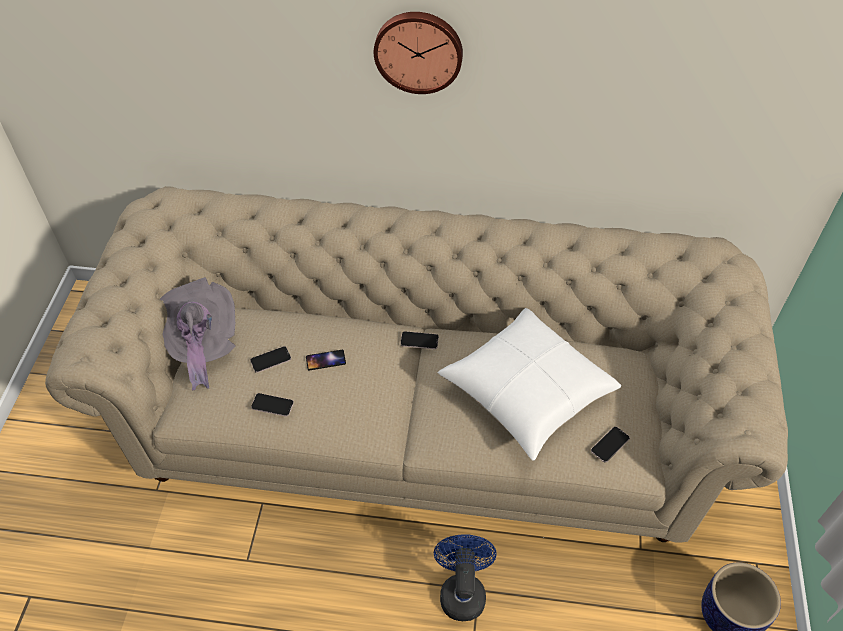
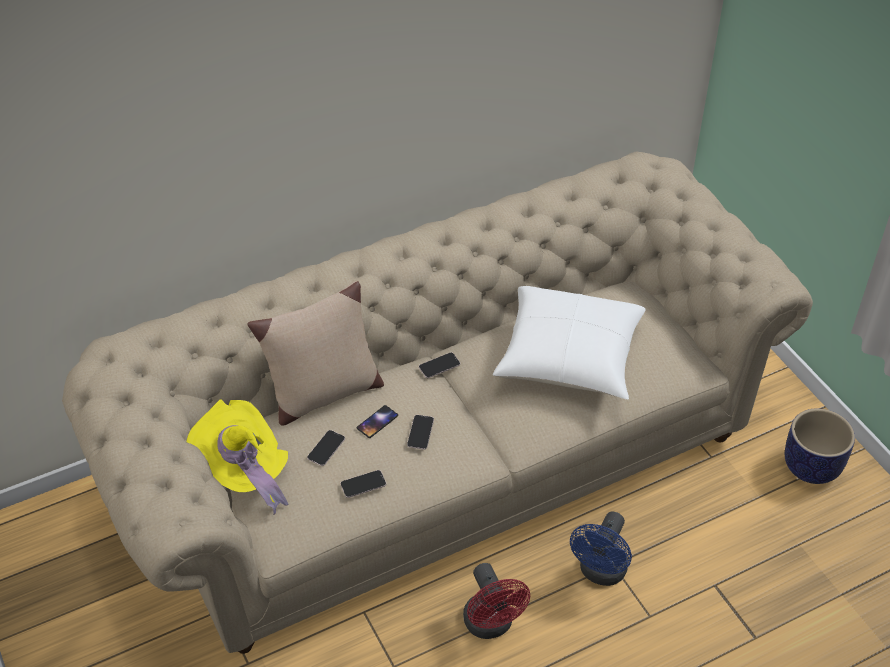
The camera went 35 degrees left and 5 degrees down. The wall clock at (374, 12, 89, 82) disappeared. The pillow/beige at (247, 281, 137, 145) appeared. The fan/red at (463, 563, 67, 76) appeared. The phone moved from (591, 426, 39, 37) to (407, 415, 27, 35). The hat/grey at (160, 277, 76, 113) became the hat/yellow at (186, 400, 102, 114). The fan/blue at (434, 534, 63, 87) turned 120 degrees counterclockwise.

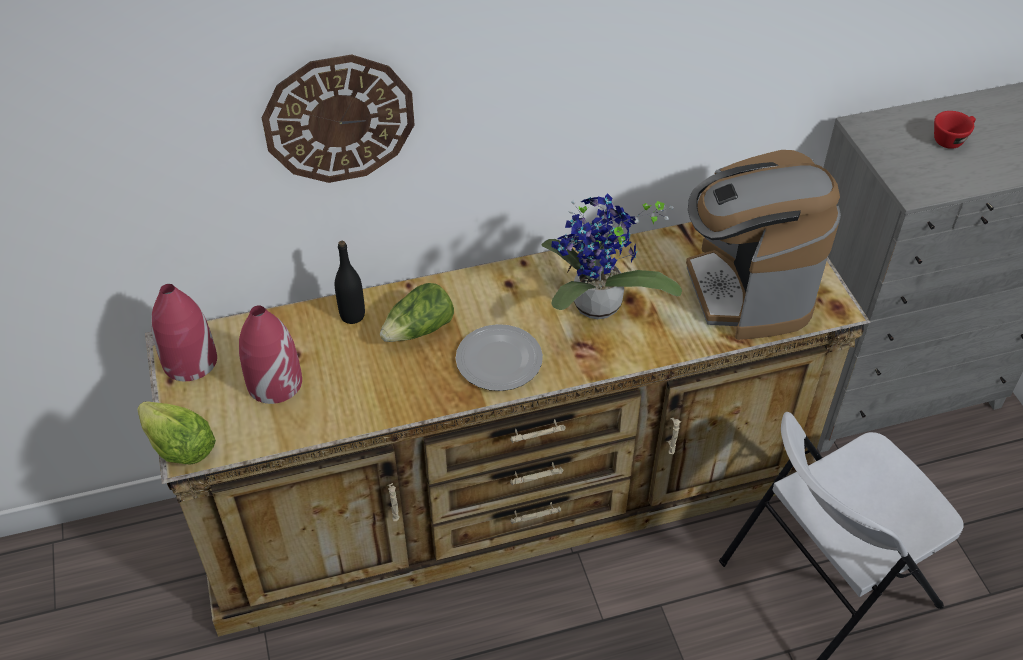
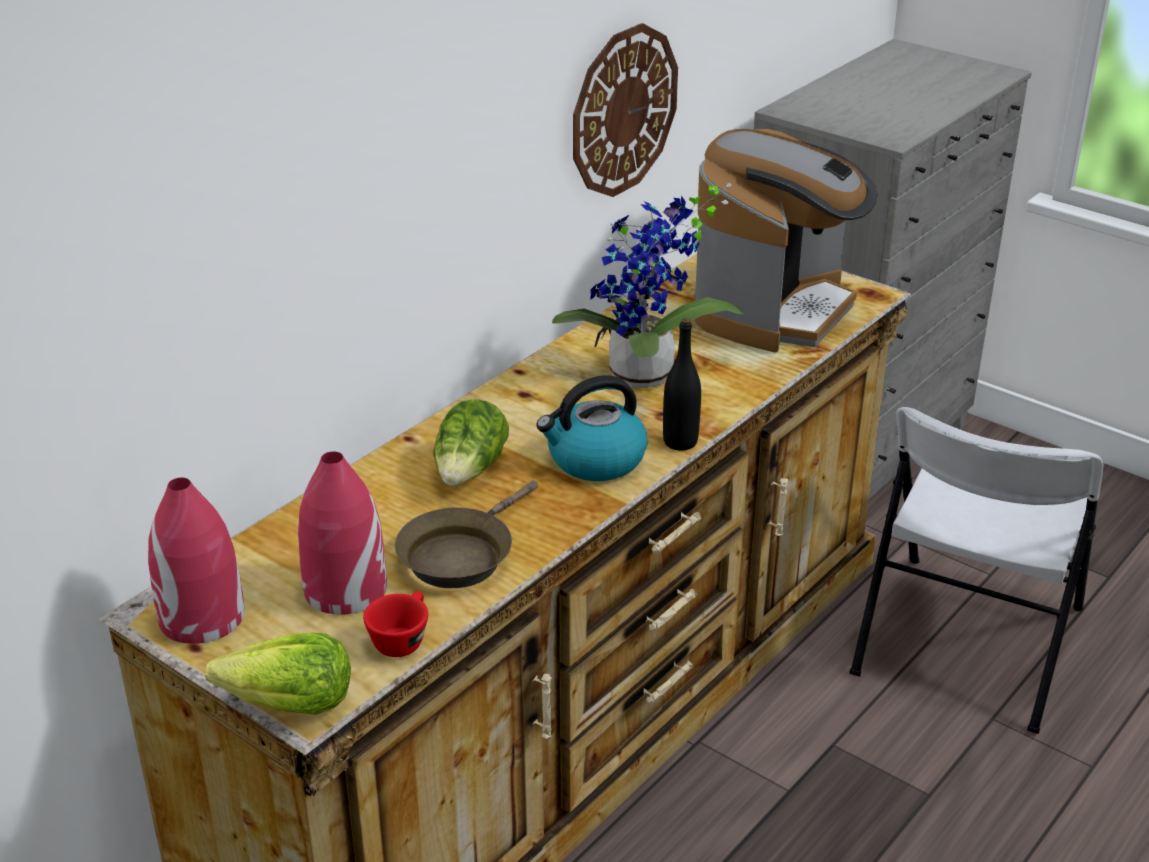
The camera went 35 degrees left and 15 degrees down. The frying pan/brown at (395, 480, 143, 108) appeared. The wall clock moved from (262, 55, 153, 128) to (573, 23, 105, 174). The bottle/black moved from (335, 241, 30, 83) to (663, 318, 38, 133). The cup/red moved from (934, 111, 42, 38) to (363, 591, 65, 66). The plate at (455, 324, 88, 67) was replaced by the kettle at (536, 375, 112, 106). The coffee machine at (686, 150, 155, 190) turned 105 degrees counterclockwise.

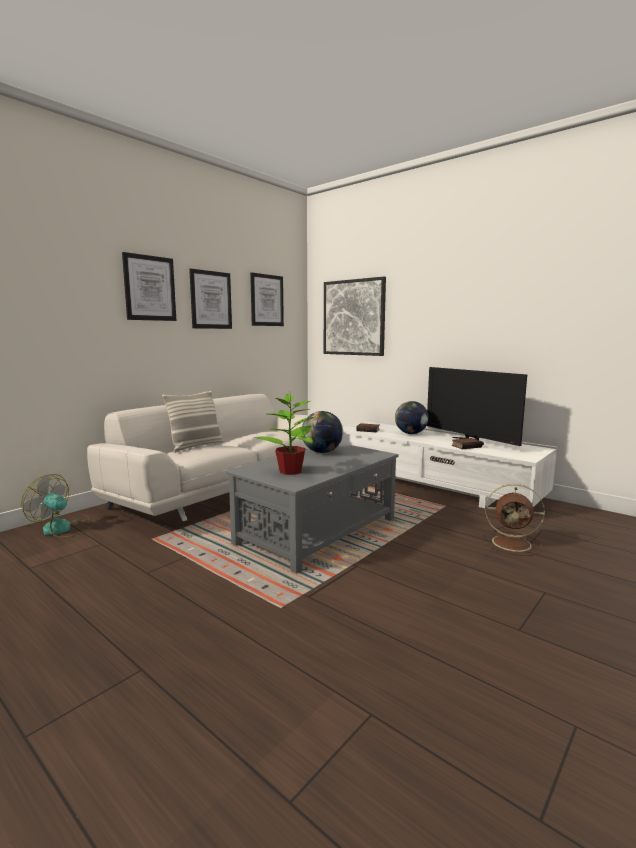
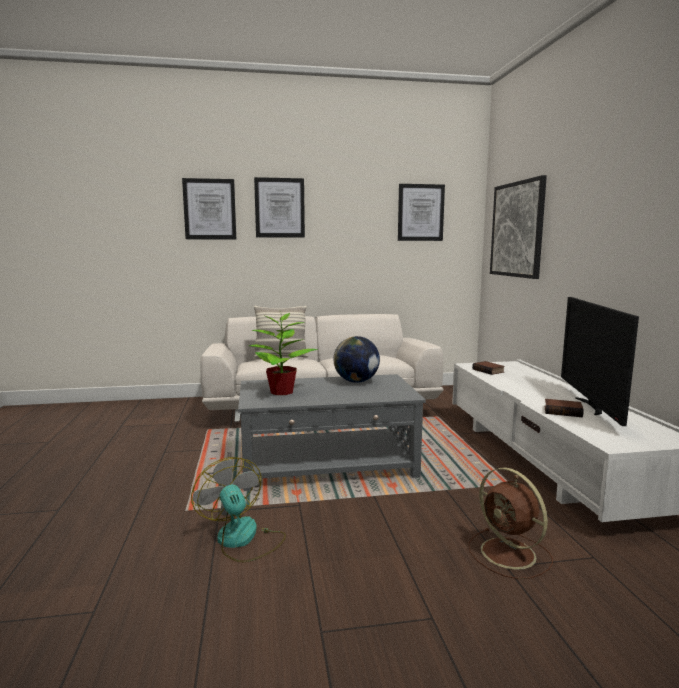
The camera went 40 degrees right and 0 degrees up. The globe at (395, 401, 34, 33) disappeared. The fan moved from (21, 474, 73, 64) to (191, 457, 95, 106). The picture moved from (189, 269, 43, 60) to (182, 178, 54, 61).

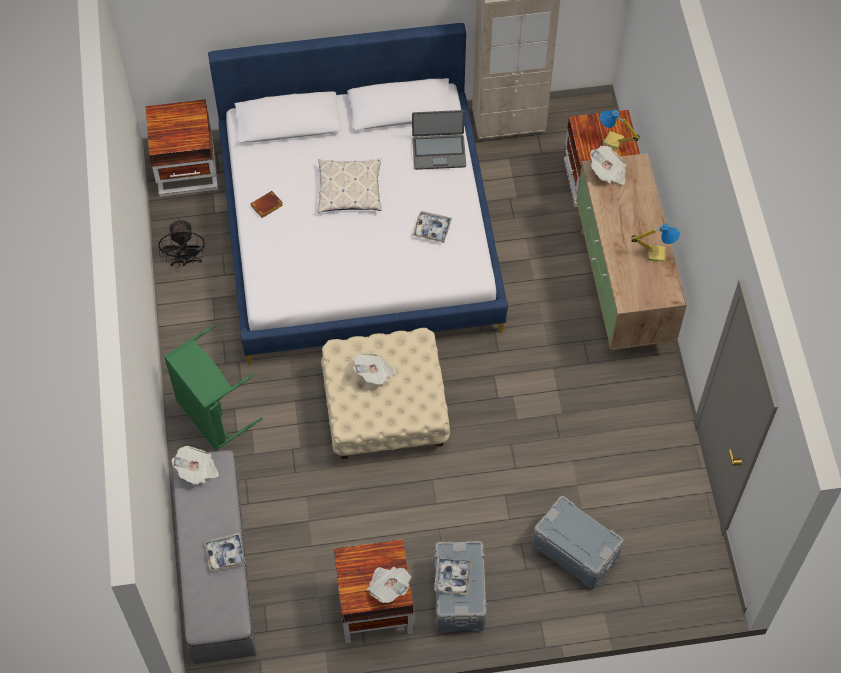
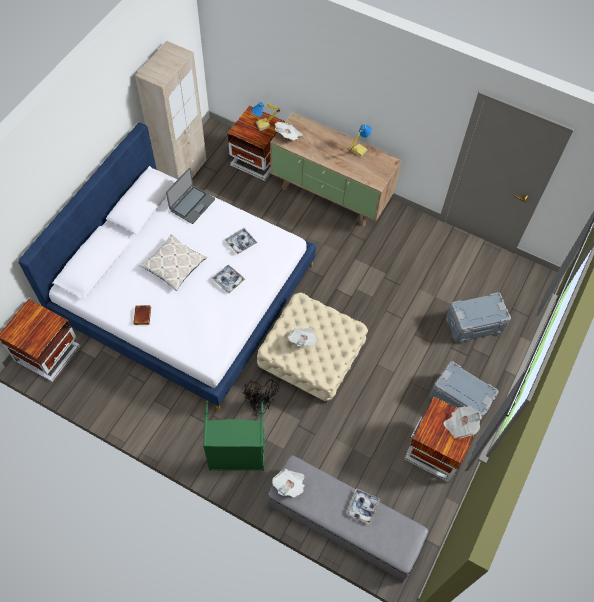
The camera went 55 degrees left and 0 degrees up. The fan/black moved from (159, 219, 46, 47) to (242, 379, 38, 37). The tray moved from (434, 557, 37, 38) to (212, 265, 33, 28).

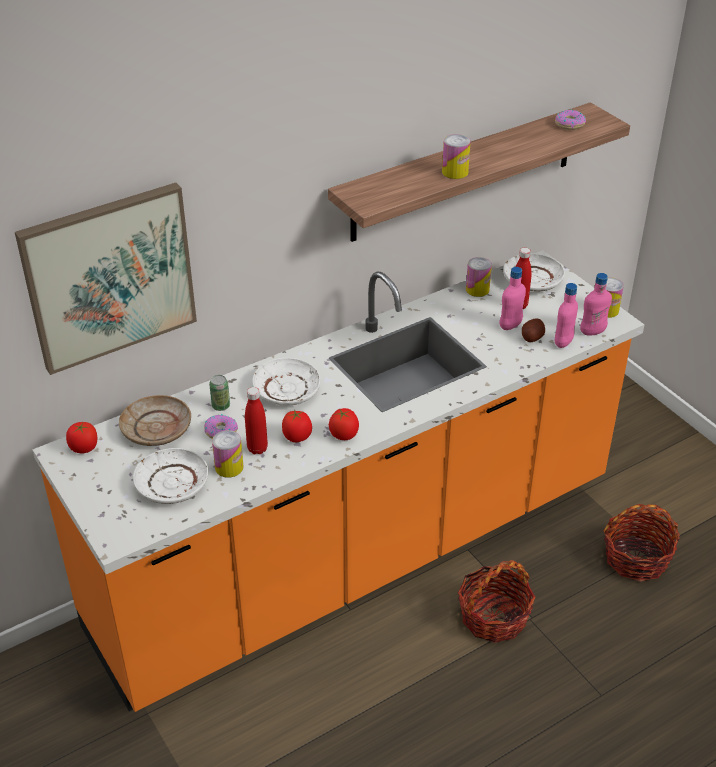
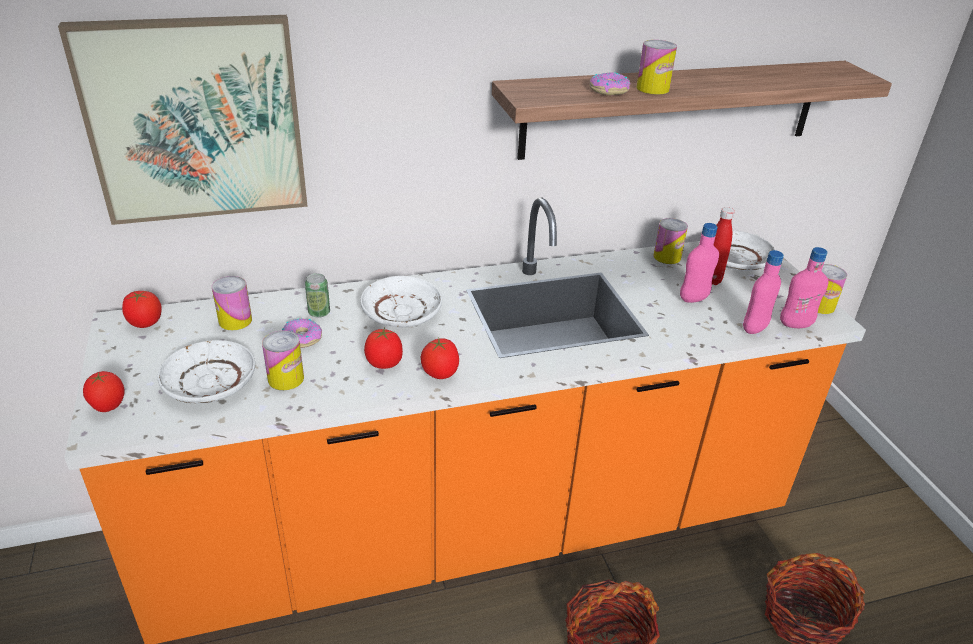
The camera went 15 degrees right and 5 degrees down. The bottle/red at (245, 387, 23, 67) disappeared. The potato at (522, 318, 23, 24) disappeared. The tomato at (83, 371, 42, 41) appeared. The donut moved from (555, 110, 31, 20) to (589, 72, 42, 23). The plate/beige at (119, 395, 72, 51) was replaced by the can at (212, 276, 40, 54).

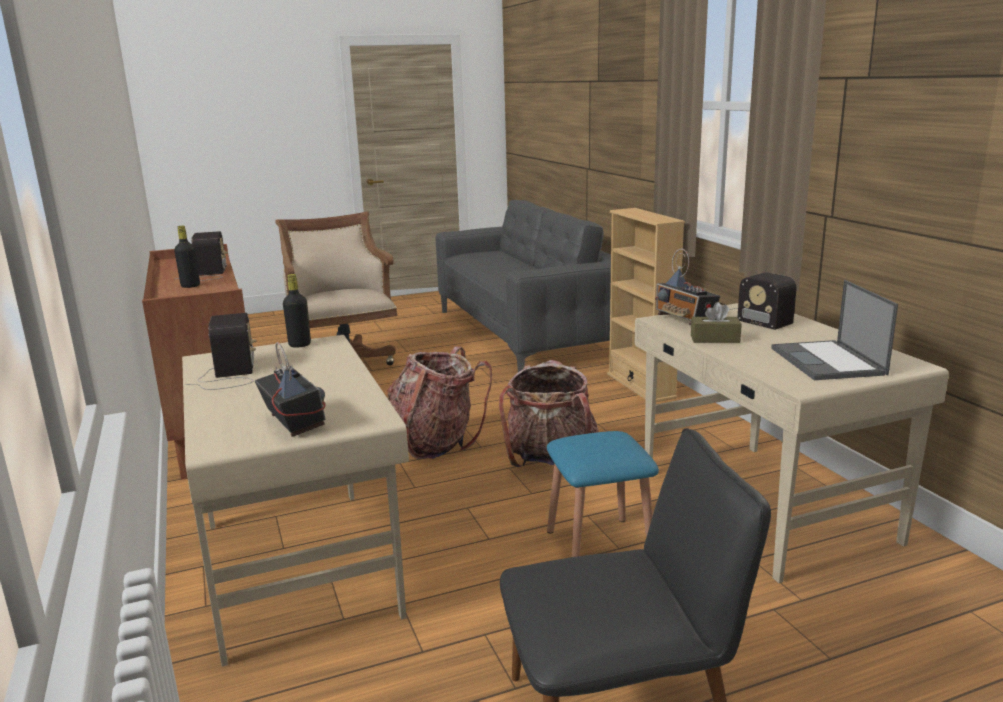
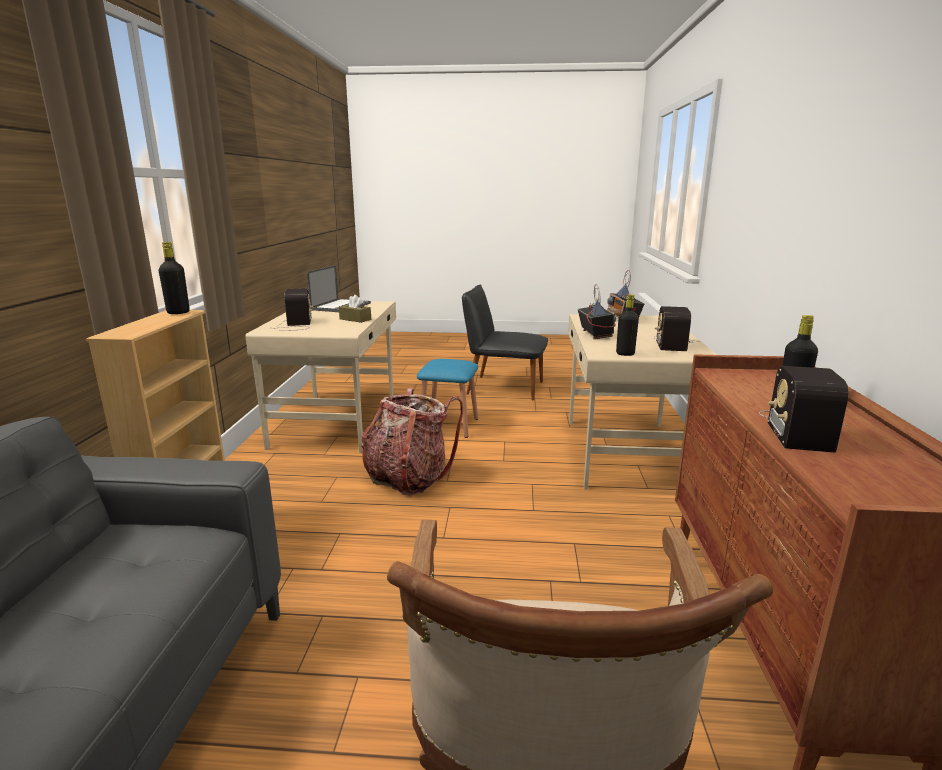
The camera went 155 degrees left and 0 degrees up. The backpack at (387, 346, 105, 113) disappeared. The bottle/black at (159, 242, 30, 72) appeared. The radio moved from (655, 249, 65, 76) to (578, 284, 38, 55).

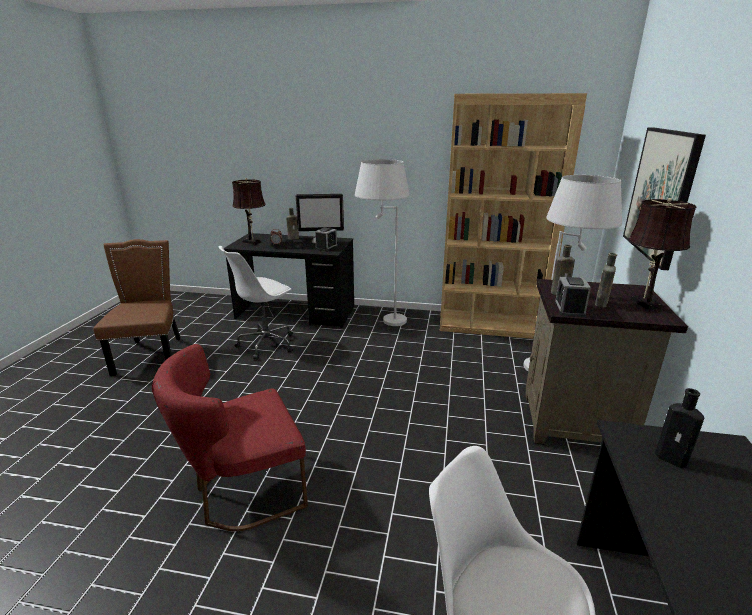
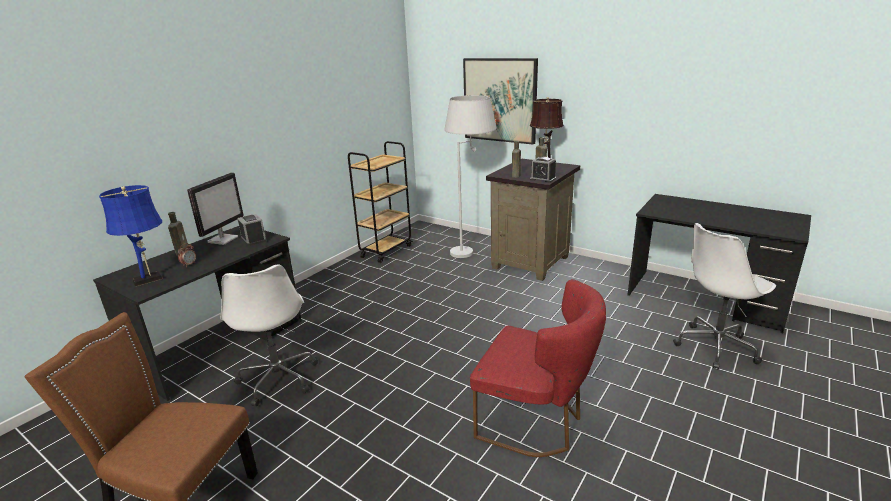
The camera went 65 degrees left and 0 degrees up. The floor lamp/white at (355, 159, 55, 167) disappeared. The bottle/black at (655, 388, 50, 80) disappeared. The bookcase/brown at (440, 93, 147, 246) was replaced by the cart/brown at (348, 141, 65, 122). The table lamp/brown at (232, 178, 34, 67) became the table lamp/blue at (99, 185, 64, 102). The chair/red at (152, 344, 156, 187) turned 60 degrees counterclockwise.

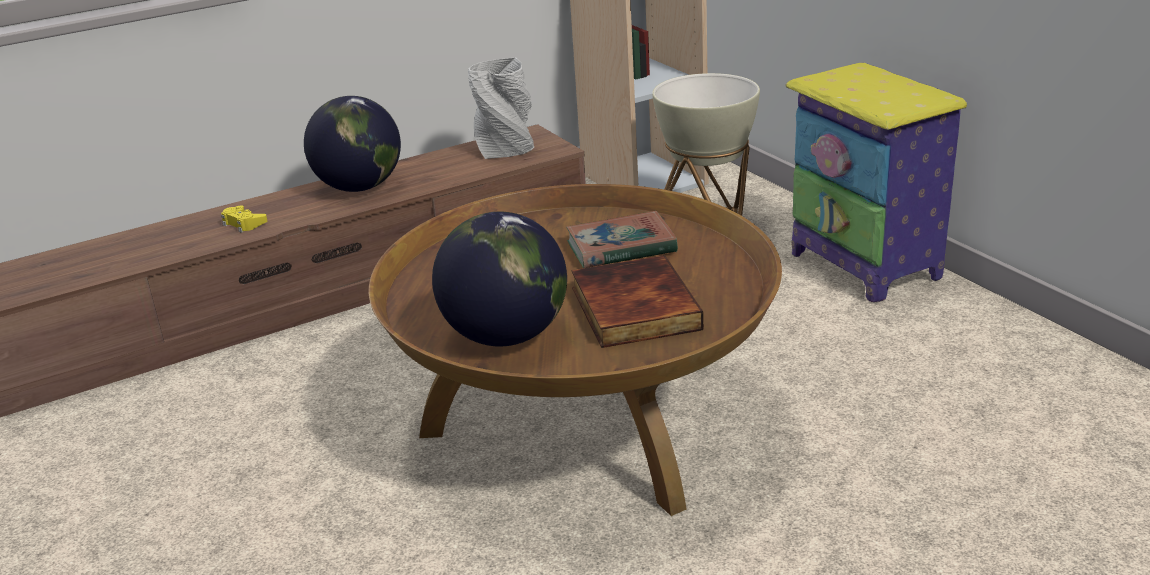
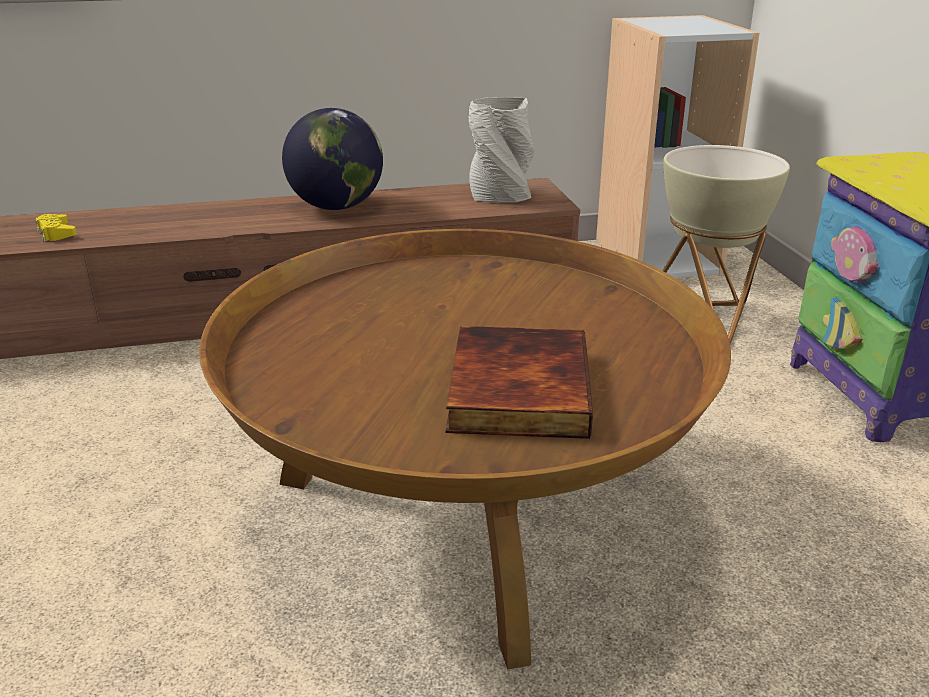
The camera went 15 degrees right and 0 degrees up. The globe at (432, 212, 135, 134) disappeared. The book at (566, 211, 112, 57) disappeared. The game controller/yellow moved from (221, 205, 46, 28) to (35, 214, 42, 27).

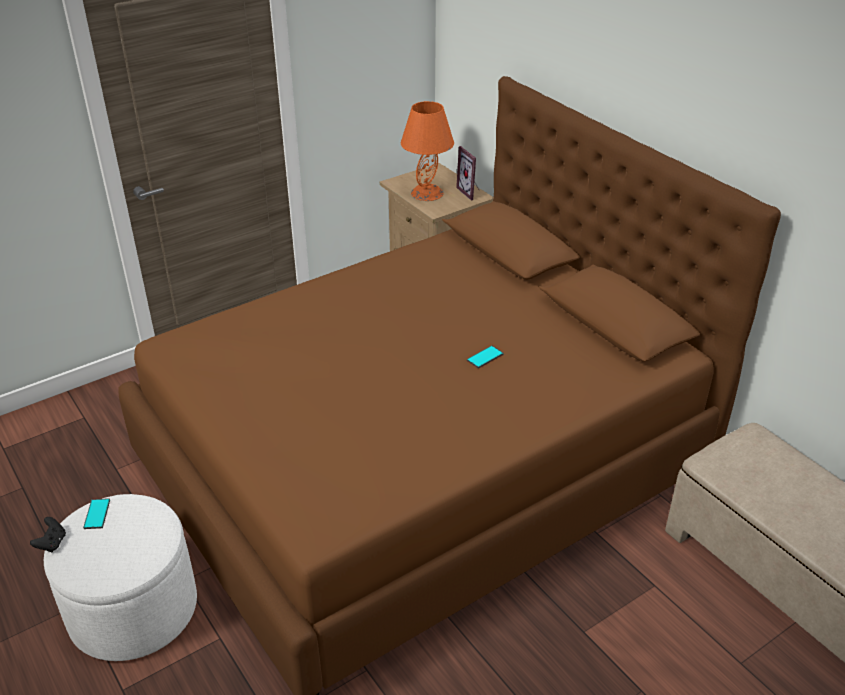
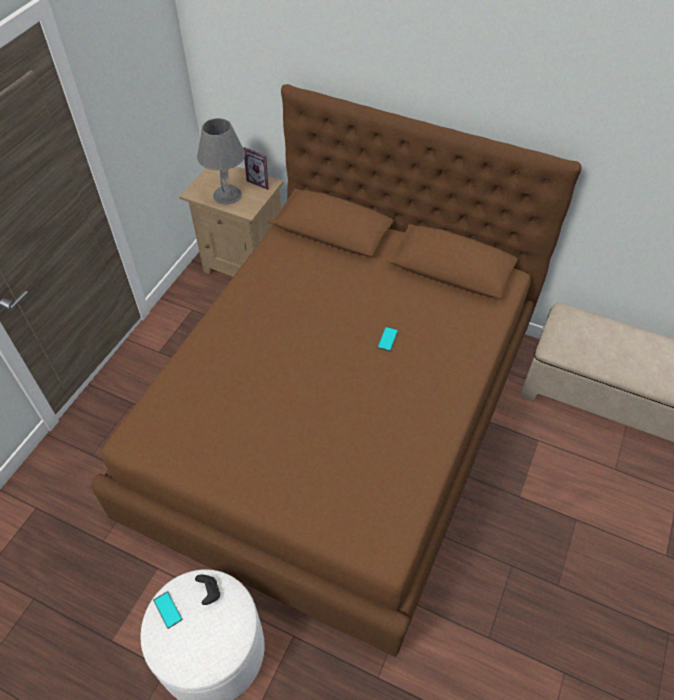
The camera went 30 degrees left and 15 degrees up. The game controller/black moved from (30, 517, 36, 35) to (195, 574, 25, 31). The table lamp/orange at (401, 101, 53, 100) became the table lamp/grey at (197, 118, 48, 86).

